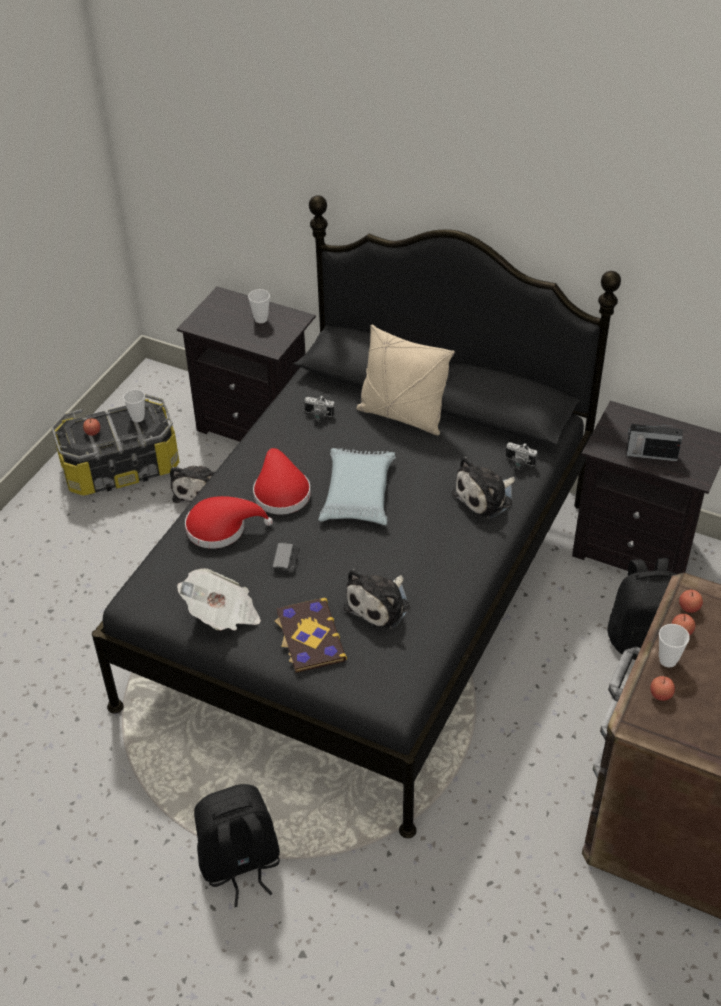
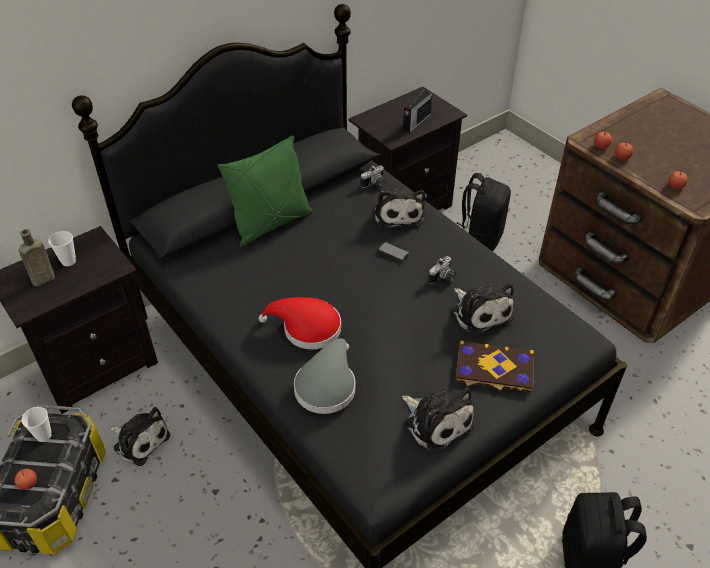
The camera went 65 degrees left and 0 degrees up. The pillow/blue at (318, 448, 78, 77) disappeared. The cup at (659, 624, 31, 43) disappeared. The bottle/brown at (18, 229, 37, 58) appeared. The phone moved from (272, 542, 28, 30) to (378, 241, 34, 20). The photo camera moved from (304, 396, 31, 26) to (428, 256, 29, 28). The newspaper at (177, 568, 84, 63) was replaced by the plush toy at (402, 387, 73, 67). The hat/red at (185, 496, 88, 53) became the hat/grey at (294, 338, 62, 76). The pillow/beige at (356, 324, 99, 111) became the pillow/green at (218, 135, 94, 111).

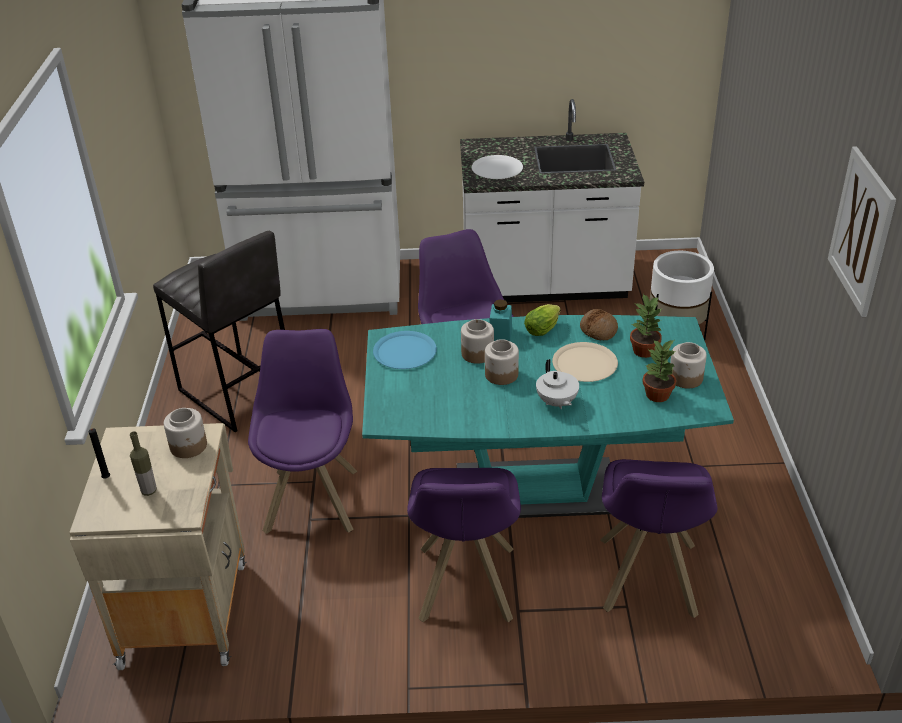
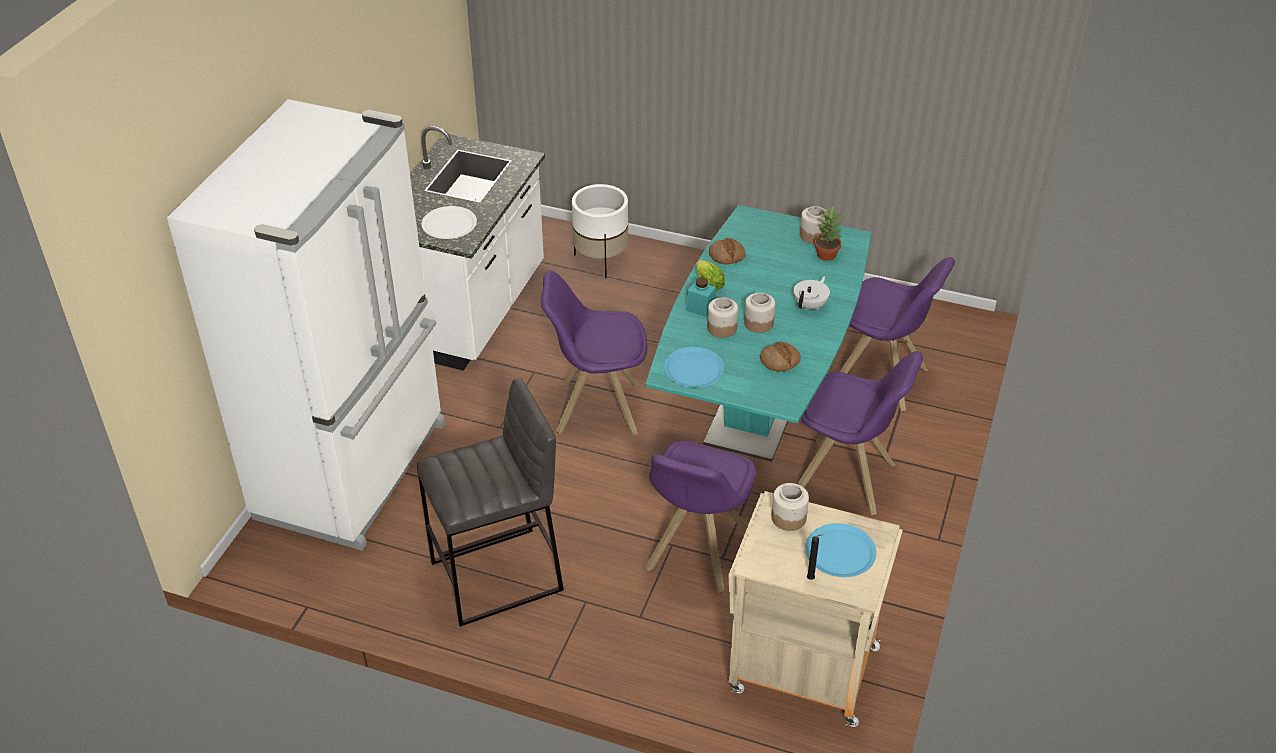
The camera went 70 degrees left and 5 degrees up. The plate/beige at (552, 342, 66, 40) disappeared. The potted plant at (630, 294, 33, 64) disappeared. The picture at (828, 146, 68, 171) disappeared. The bread at (760, 342, 41, 30) appeared. The bottle at (130, 431, 27, 65) was replaced by the plate/blue at (805, 523, 71, 54). The chair/purple at (248, 329, 109, 205) turned 90 degrees counterclockwise. The teapot/white at (536, 359, 43, 50) turned 60 degrees counterclockwise.

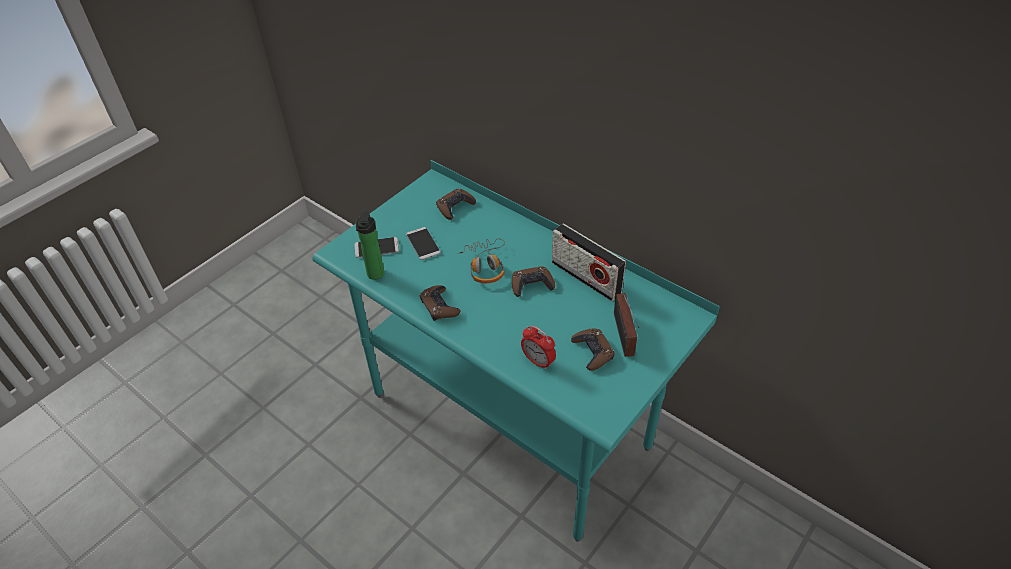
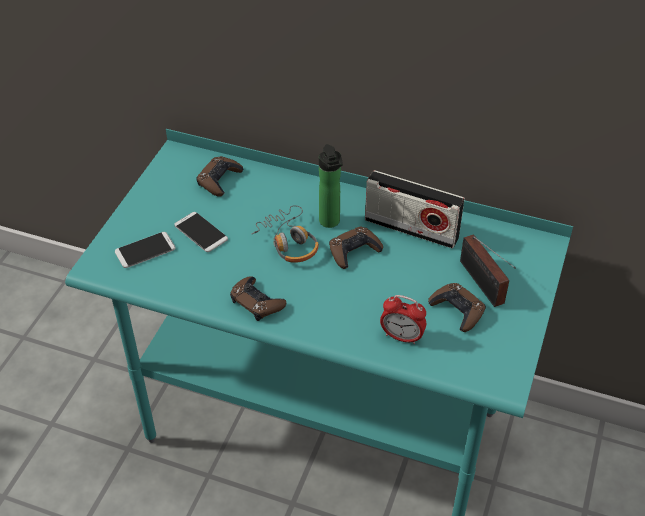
The camera went 20 degrees left and 0 degrees up. The bottle moved from (356, 211, 28, 69) to (319, 144, 24, 84).

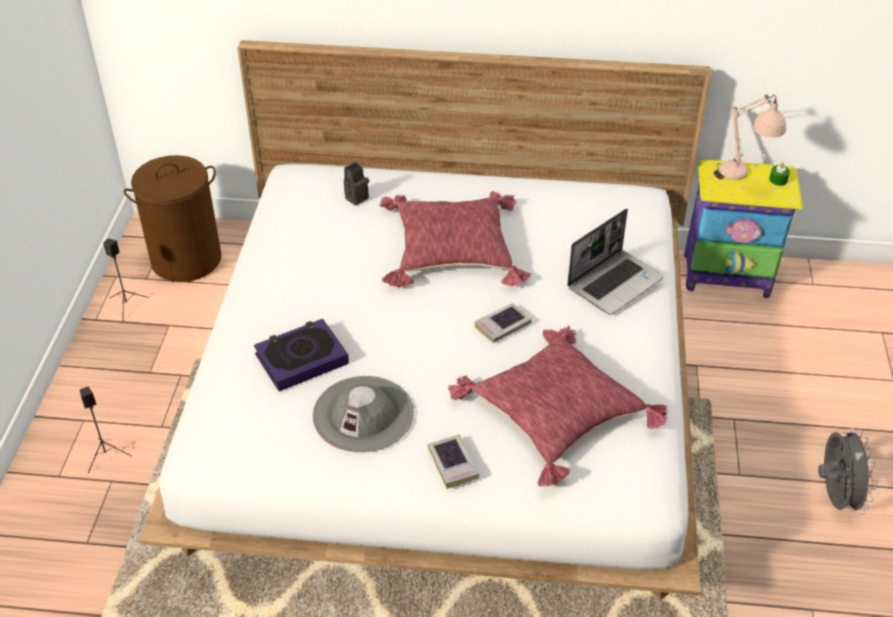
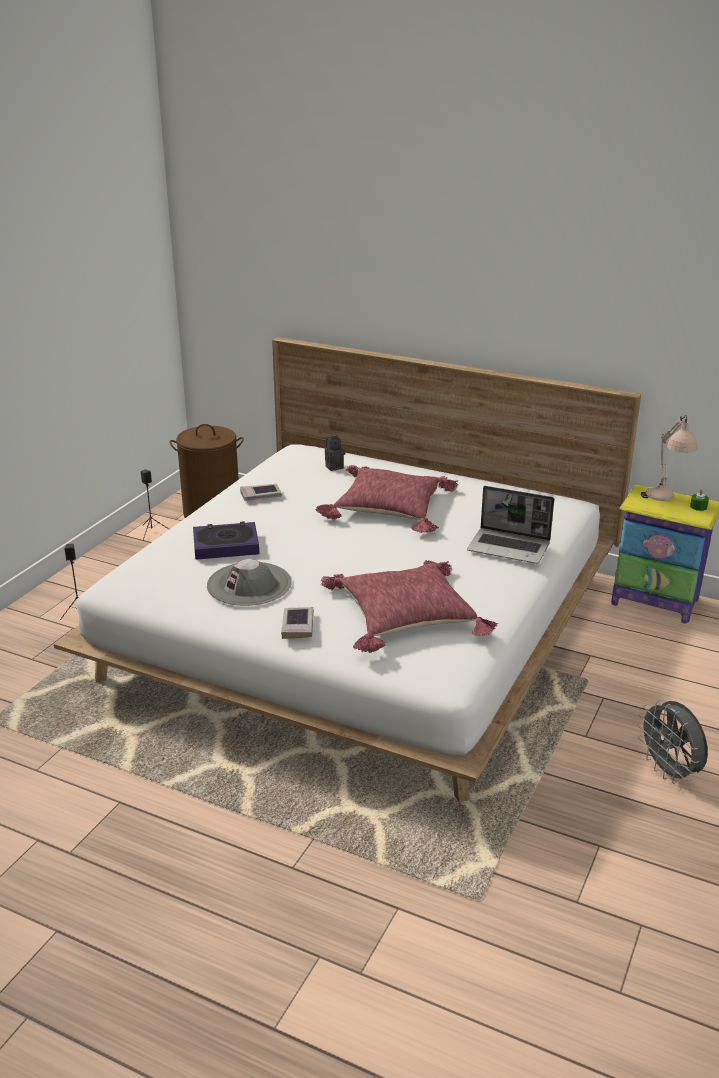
The camera went 20 degrees right and 15 degrees down. The book moved from (475, 303, 57, 40) to (240, 484, 42, 17). The laptop at (567, 208, 97, 107) turned 45 degrees clockwise. The fan/grey at (818, 427, 57, 88) turned 135 degrees clockwise.

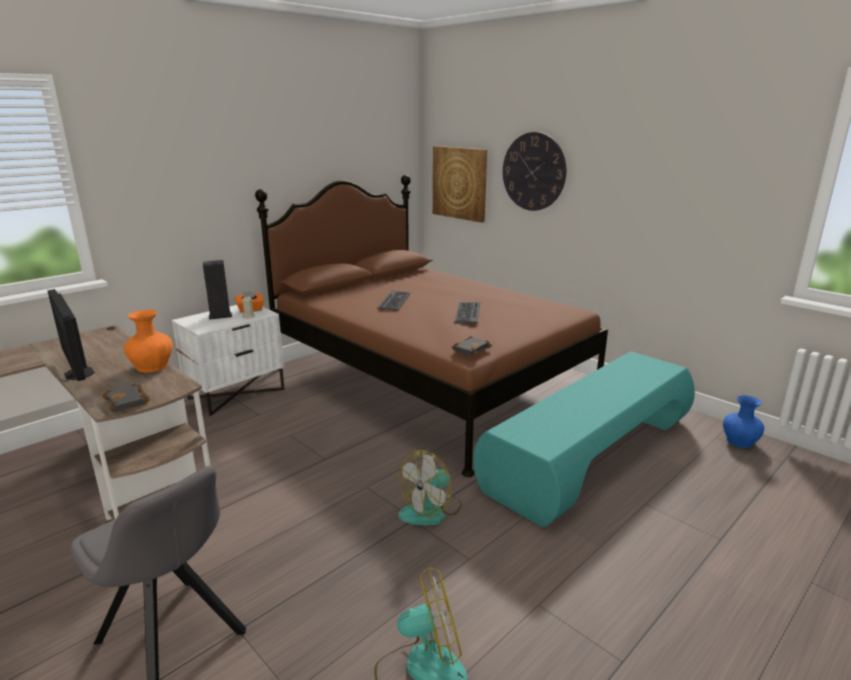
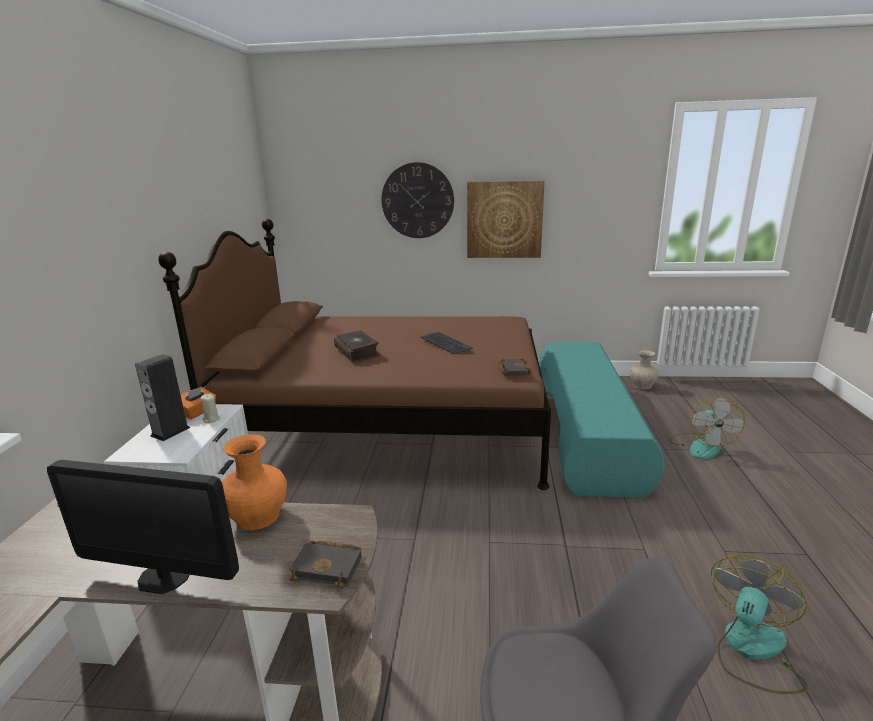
The camera went 40 degrees left and 0 degrees up. The fan moved from (398, 450, 63, 76) to (669, 396, 76, 63). The picture moved from (433, 146, 54, 77) to (467, 180, 78, 78). The keyboard at (377, 291, 33, 20) was replaced by the book at (334, 330, 46, 32). The vase/blue at (723, 395, 42, 53) became the vase/beige at (629, 350, 30, 40).

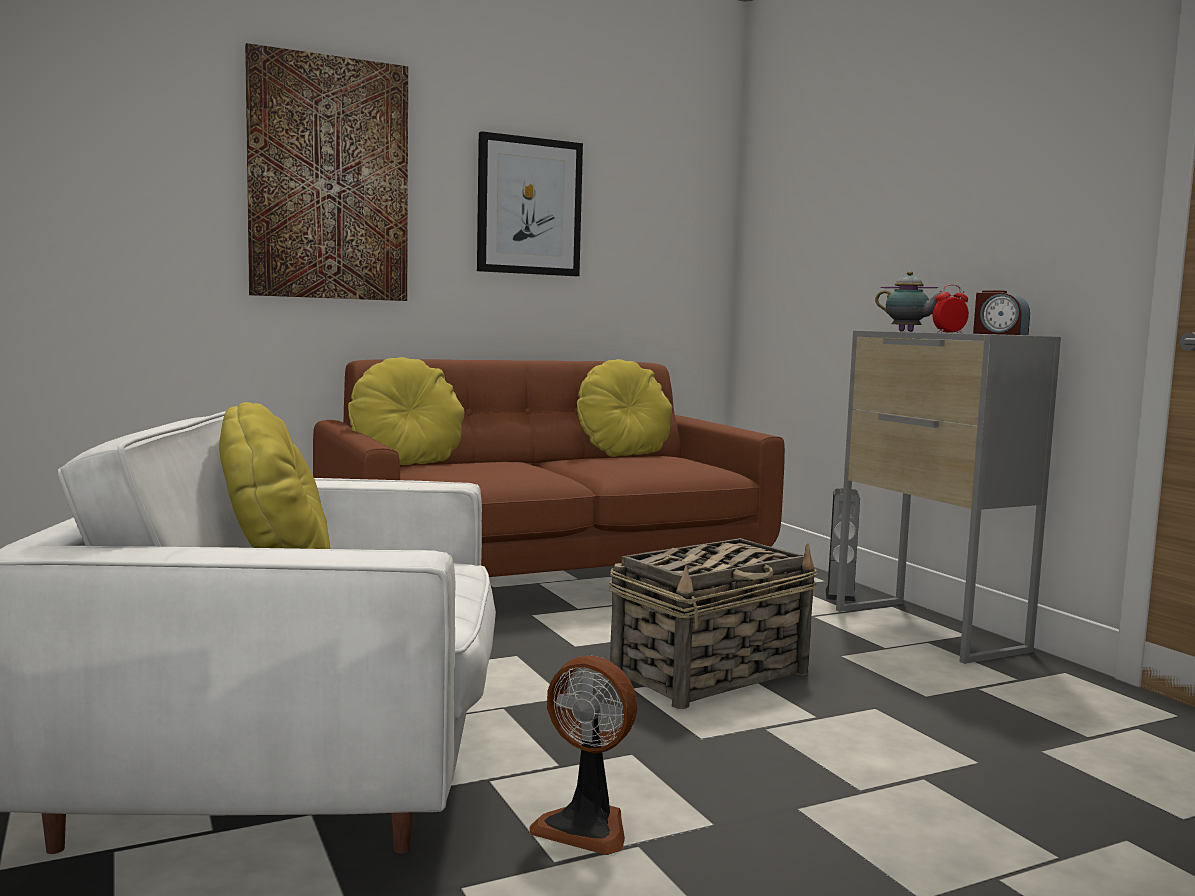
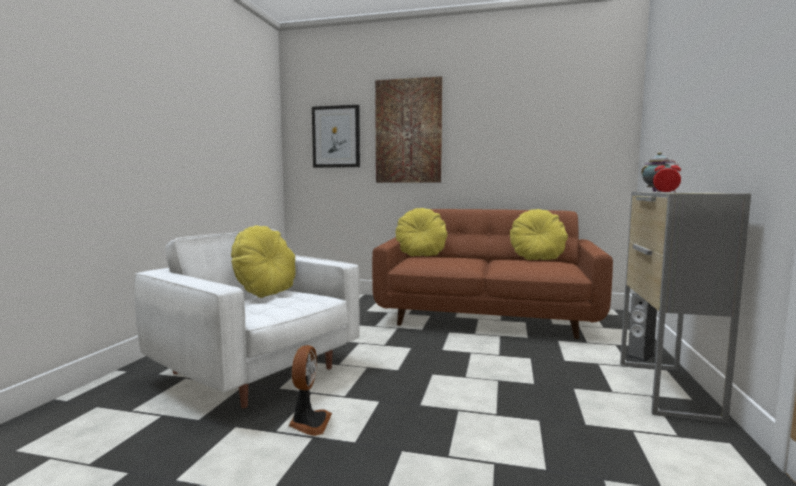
The camera went 40 degrees right and 0 degrees up. The basket at (609, 538, 208, 171) disappeared. The alarm clock at (973, 290, 57, 45) disappeared. The picture moved from (477, 131, 106, 145) to (312, 105, 48, 63). The fan at (529, 655, 108, 200) turned 150 degrees counterclockwise.

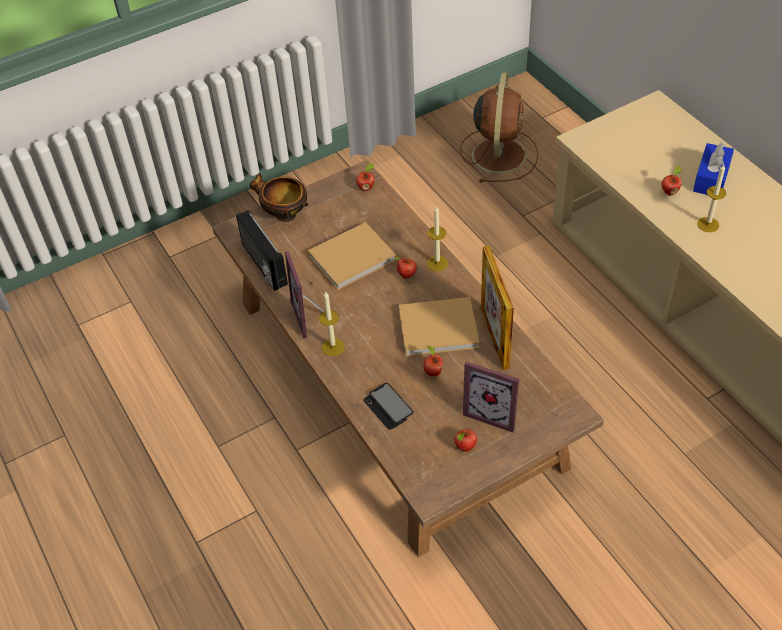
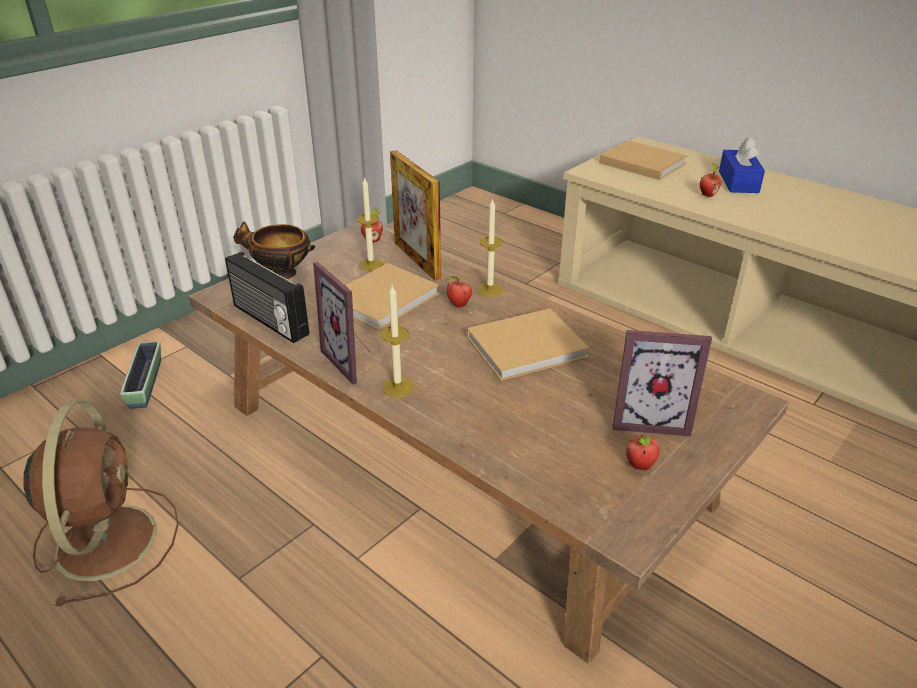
The camera went 20 degrees left and 15 degrees down. The phone at (363, 383, 51, 47) disappeared. The apple at (423, 346, 20, 30) disappeared. The planter at (120, 341, 41, 68) appeared. The book/beige at (599, 140, 89, 40) appeared. The fan/brown moved from (460, 72, 78, 110) to (23, 400, 156, 206). The picture frame moved from (481, 246, 33, 124) to (390, 150, 51, 130). The candle moved from (697, 164, 29, 68) to (357, 177, 27, 94).

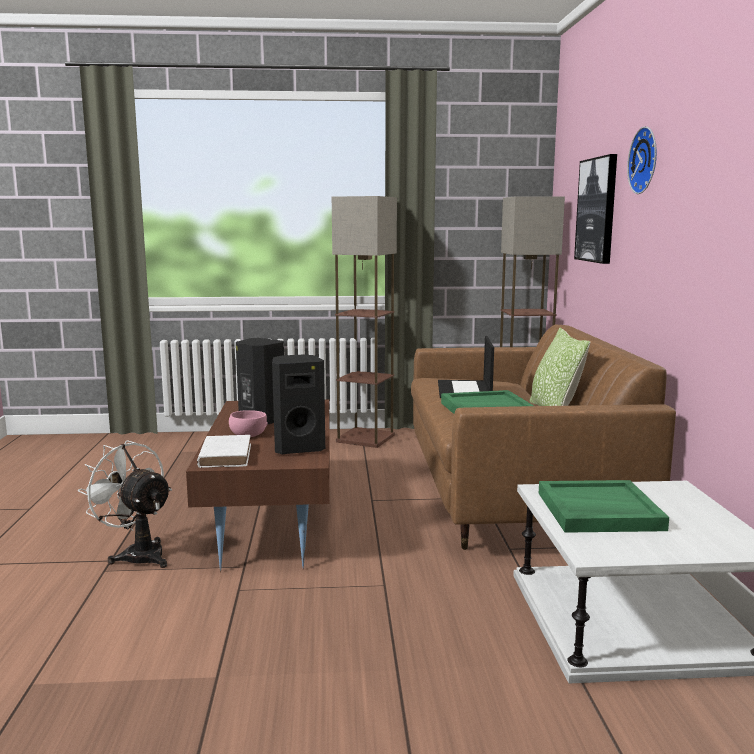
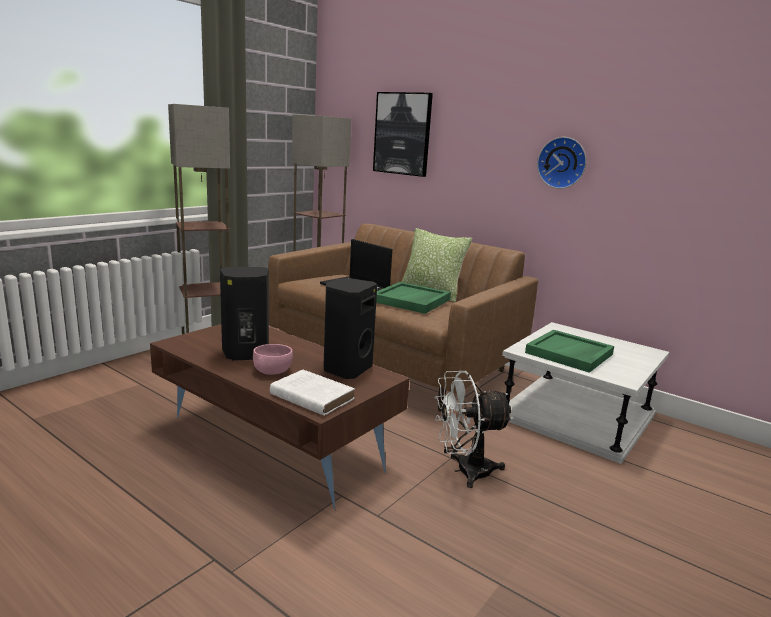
The camera went 50 degrees left and 5 degrees up. The fan/white moved from (78, 440, 94, 128) to (434, 371, 79, 117). The wall clock moved from (627, 126, 30, 68) to (537, 137, 50, 52).

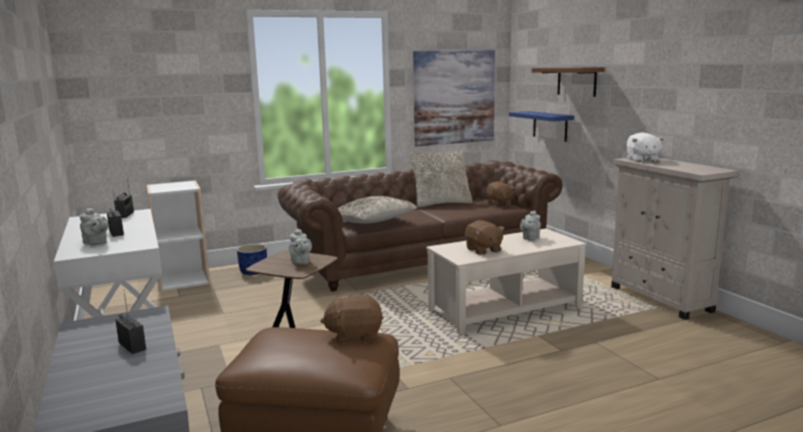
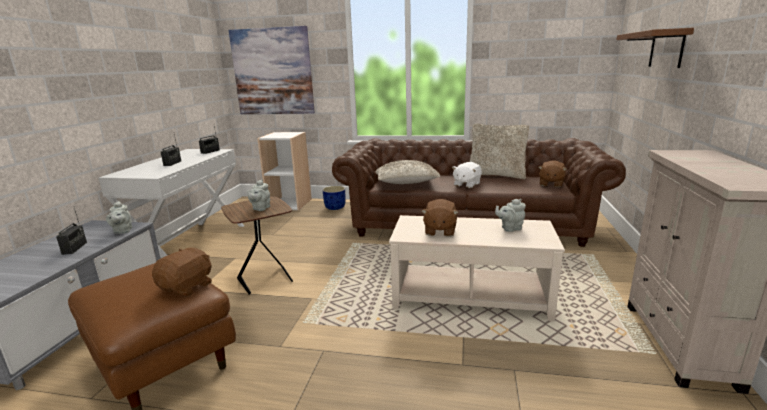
The camera went 35 degrees right and 5 degrees up. The shelf/blue at (509, 111, 65, 31) disappeared. The teapot/grey moved from (80, 208, 29, 37) to (106, 201, 26, 33). The picture moved from (413, 50, 82, 97) to (228, 26, 87, 88). The plush toy/white moved from (626, 132, 38, 30) to (452, 162, 30, 26). The plush toy/brown at (320, 295, 63, 49) turned 90 degrees clockwise.

